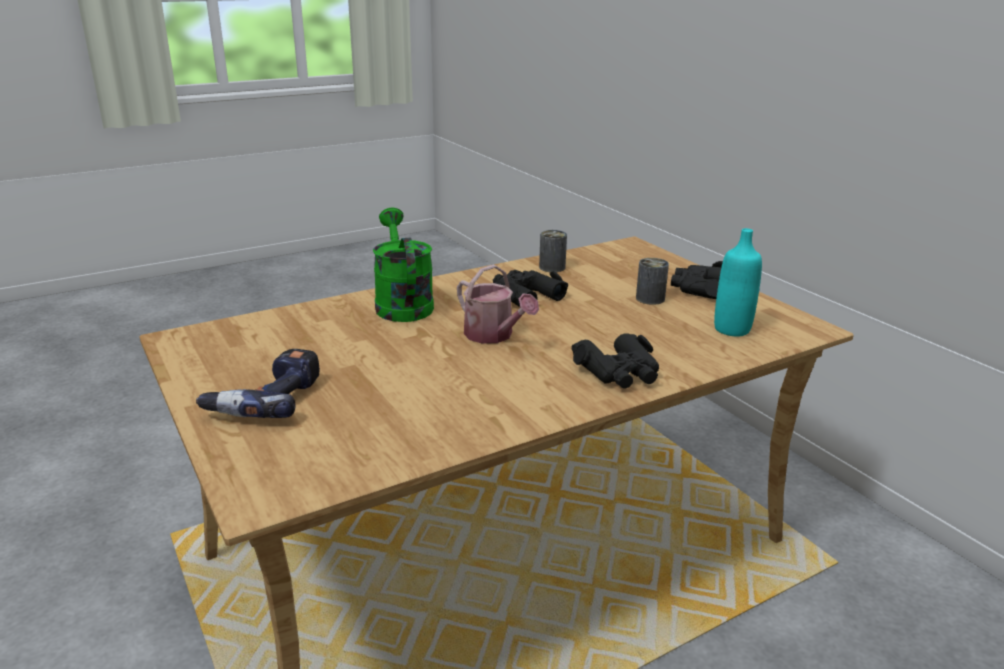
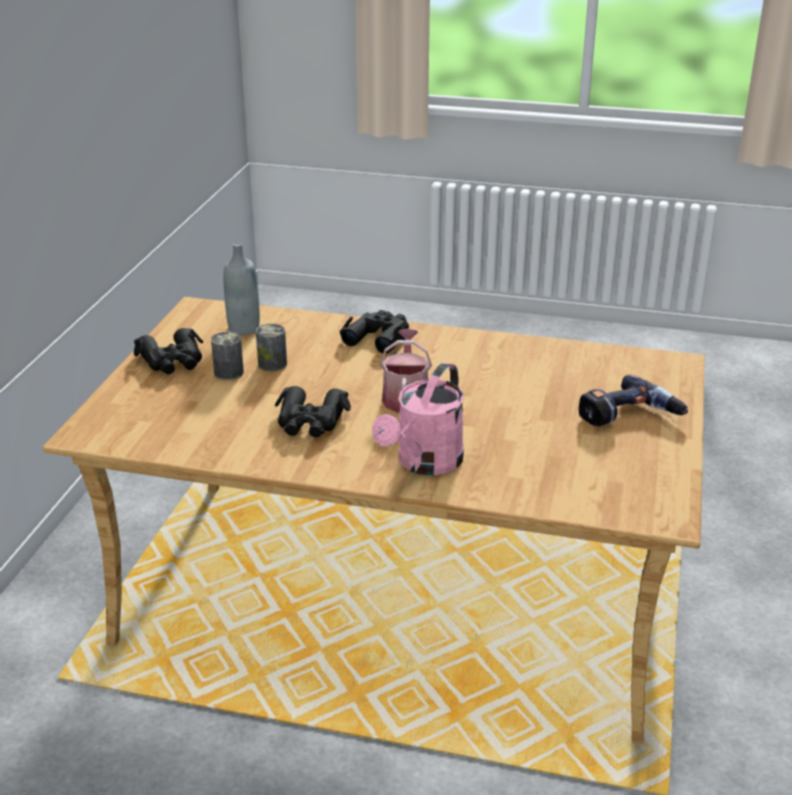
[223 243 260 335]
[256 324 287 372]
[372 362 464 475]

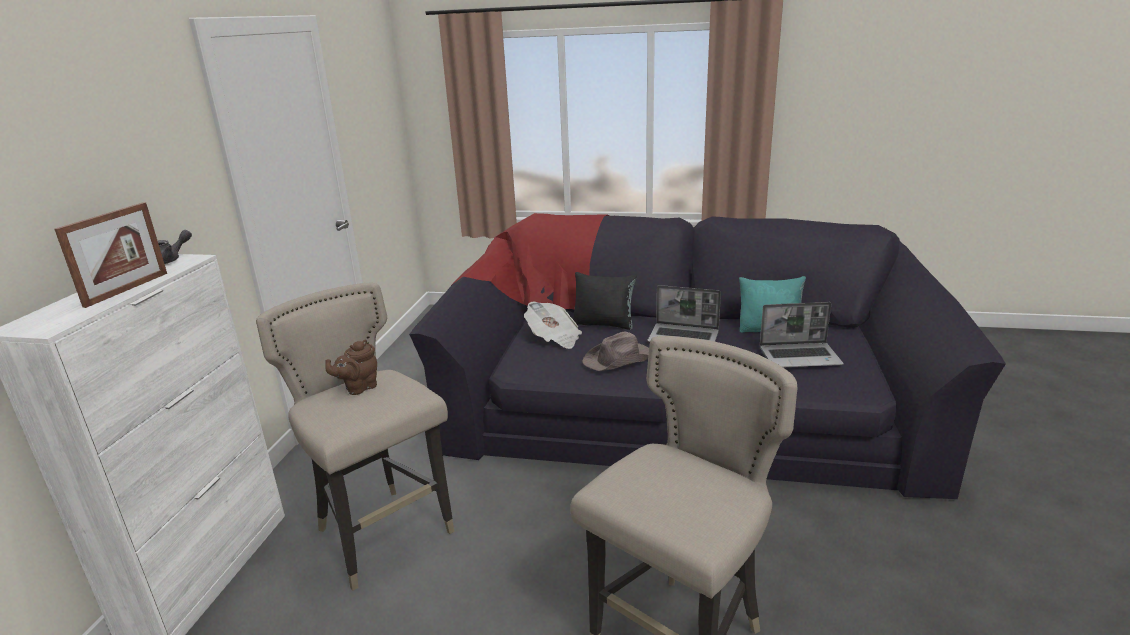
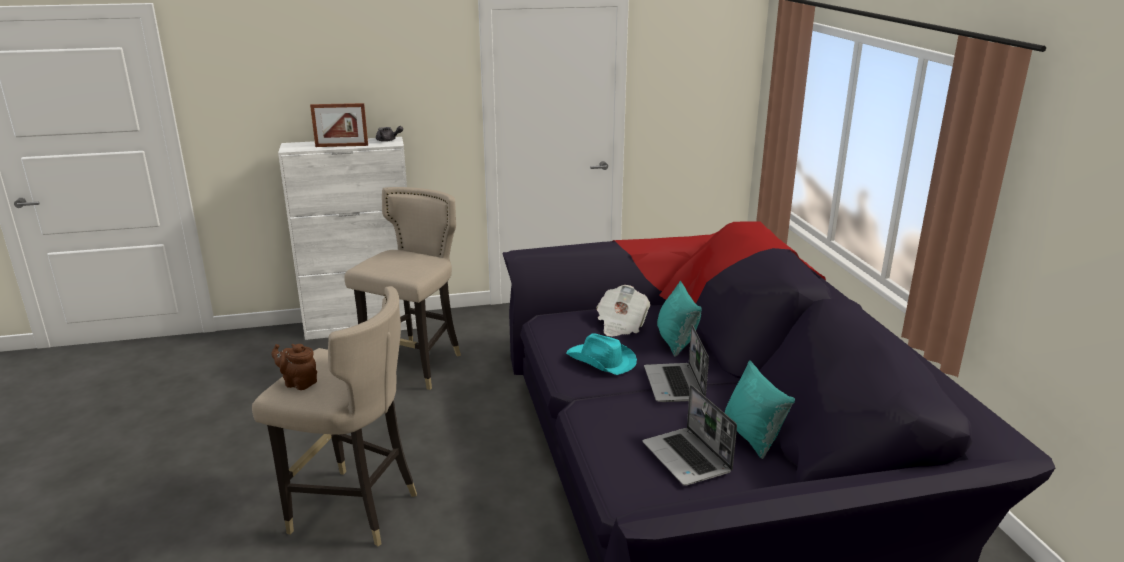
[271 344 317 390]
[566 333 637 375]
[657 281 702 357]

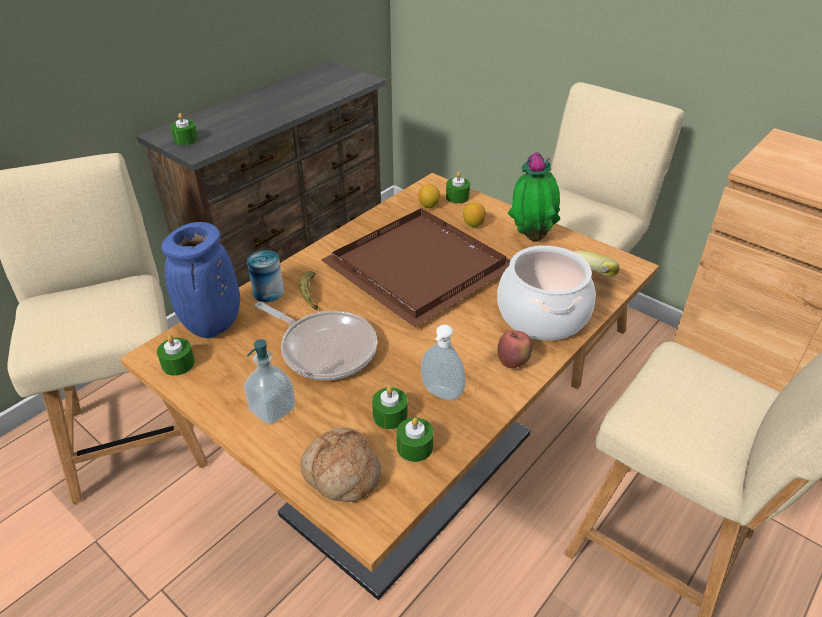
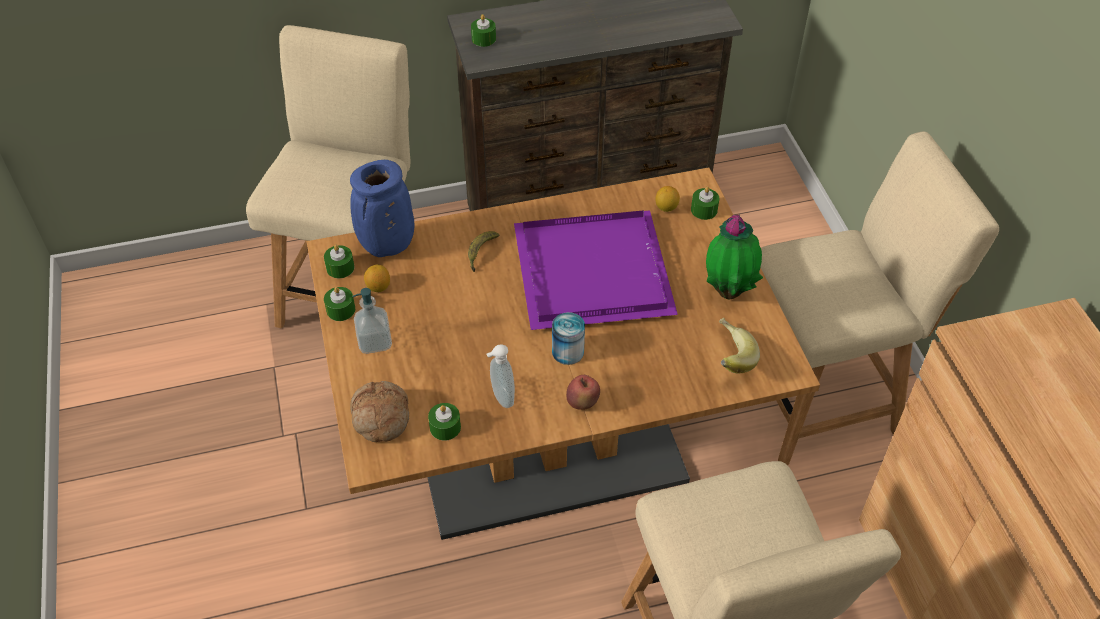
[324 287 355 321]
[364 265 390 292]
[514 210 678 330]
[552 312 585 365]
[255 301 377 380] (first image)
[497 245 596 341] (first image)

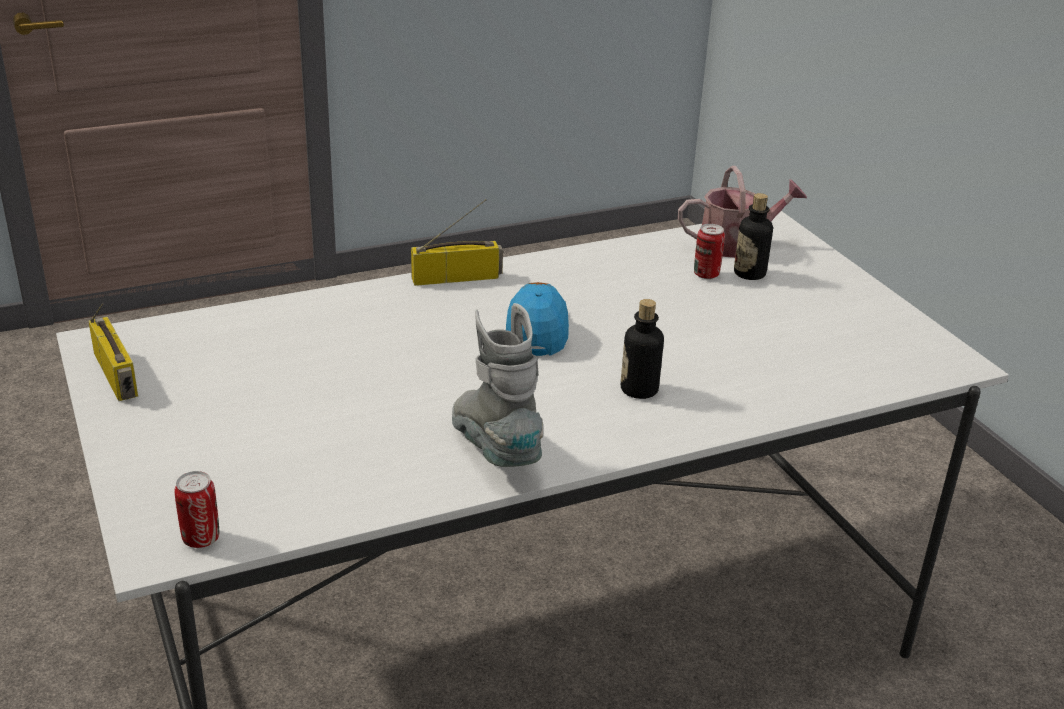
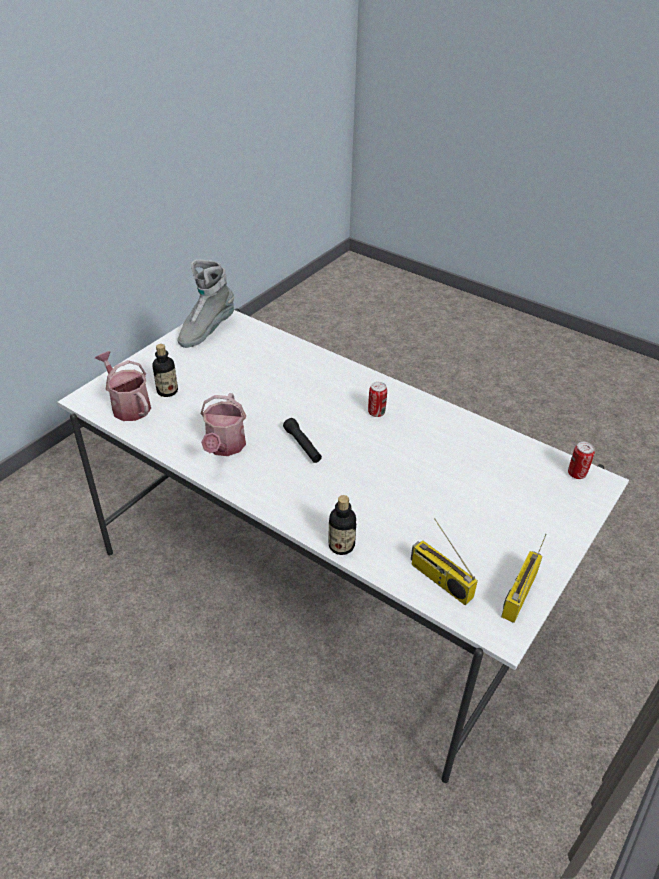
[178 259 235 348]
[200 393 246 456]
[283 418 322 463]
[328 495 356 555]
[368 382 387 417]
[411 518 478 605]

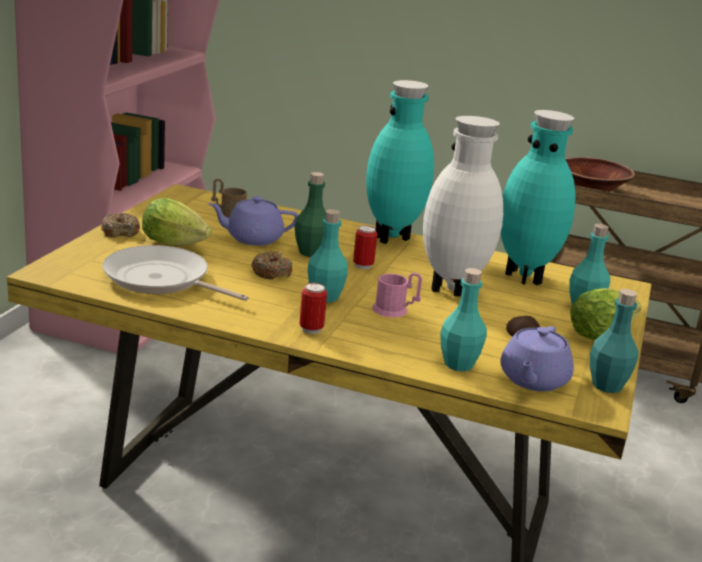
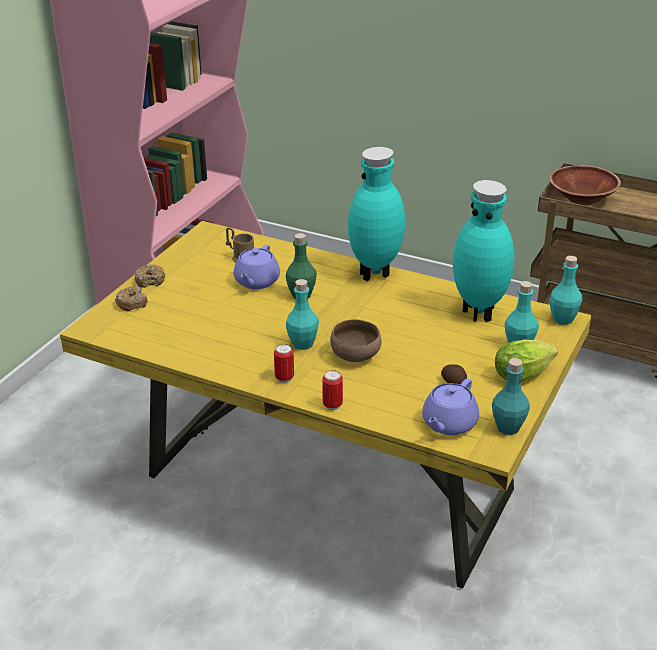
[115 286 148 311]
[234 244 280 289]
[322 370 343 410]
[330 319 381 362]
[550 256 582 325]
[102 245 249 301] (first image)
[142 198 211 246] (first image)
[423 116 503 296] (first image)

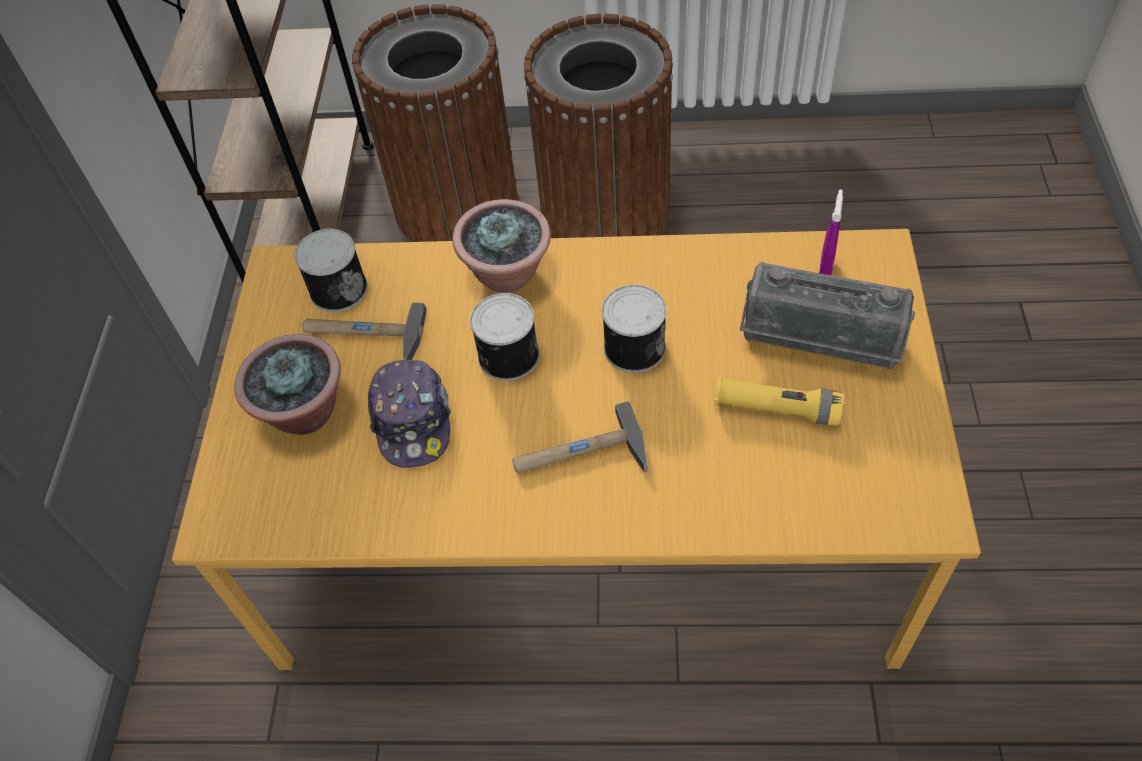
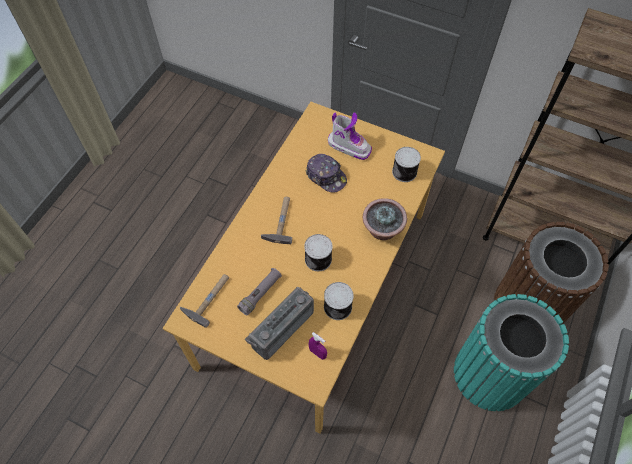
[180 274 229 328]
[237 268 282 316]
[305 154 347 192]
[324 282 354 320]
[328 113 372 160]
[454 294 569 411]

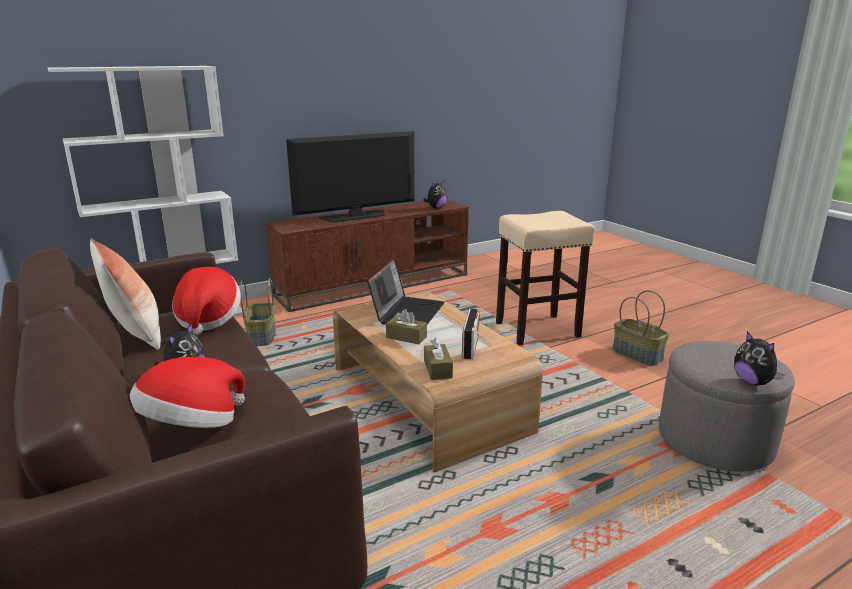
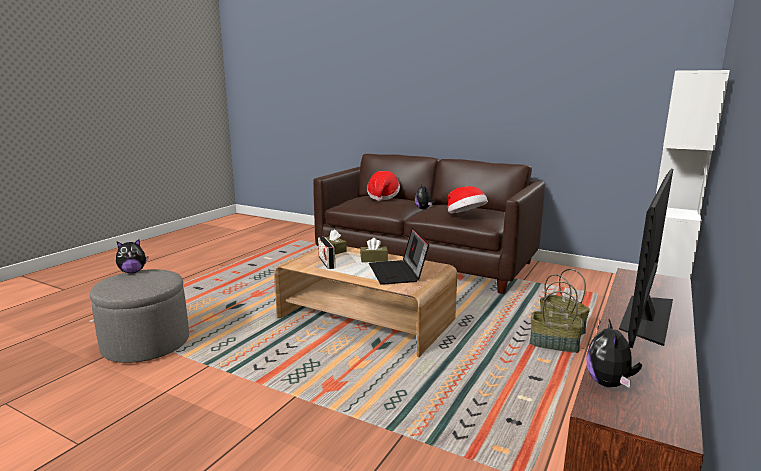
[116 239 148 273]
[530 281 584 353]
[90 238 161 350] (first image)
[496 211 595 346] (first image)

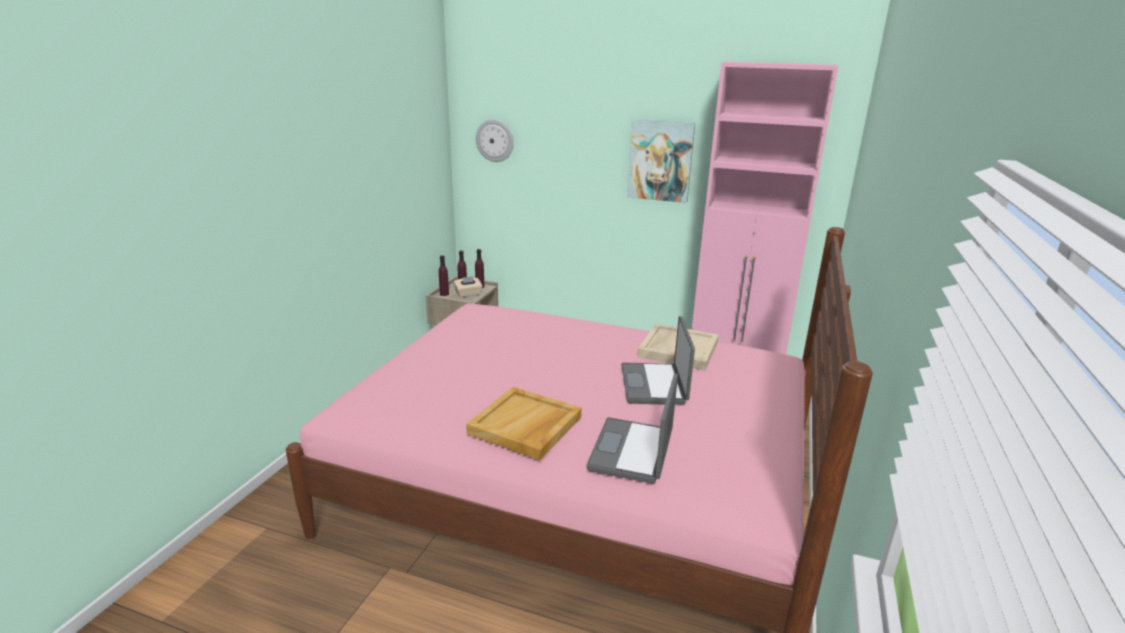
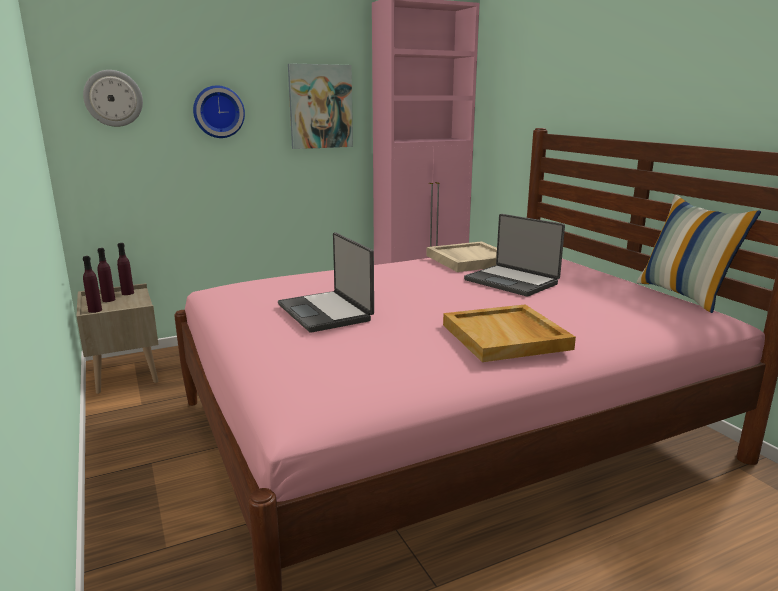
[193 85 245 138]
[278 232 374 333]
[636 195 761 313]
[453 276 482 298] (first image)

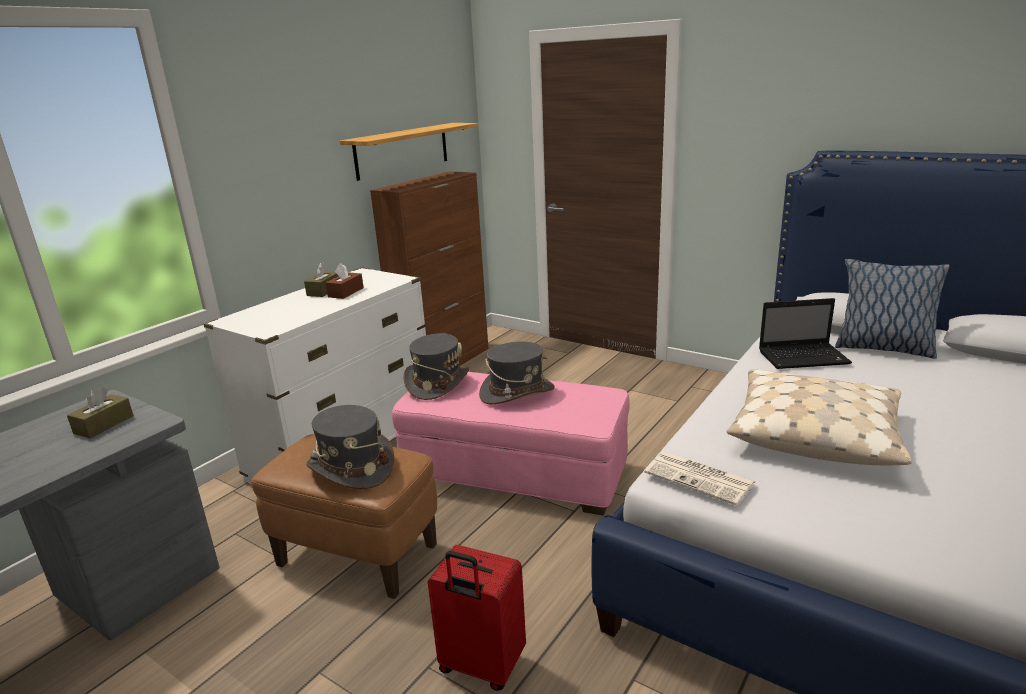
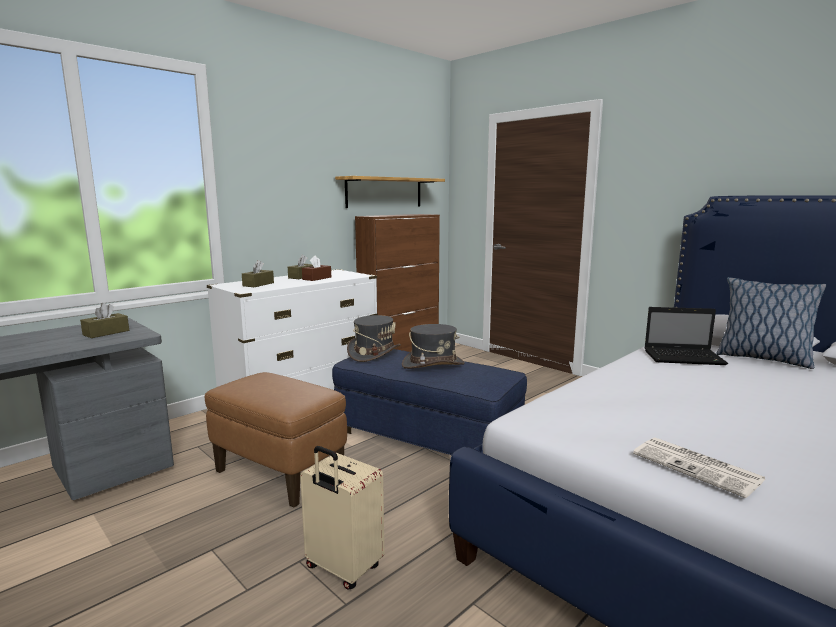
[242 260 274 287]
[300 446 384 589]
[332 349 527 455]
[633 437 766 498]
[306 405 395 489] (first image)
[727 369 912 466] (first image)

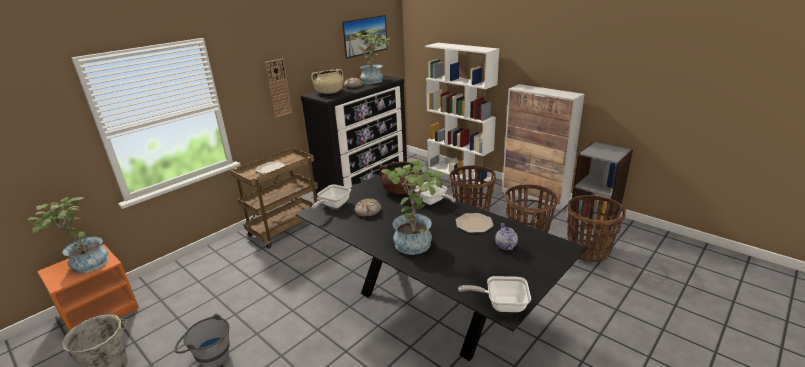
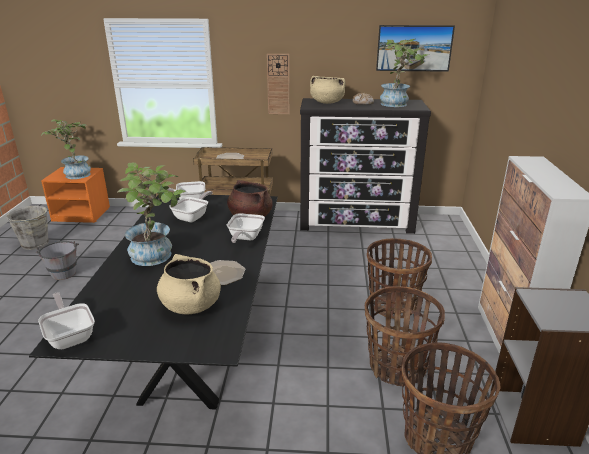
[157 254 221 314]
[169 191 213 222]
[425 43 499 184] (first image)

